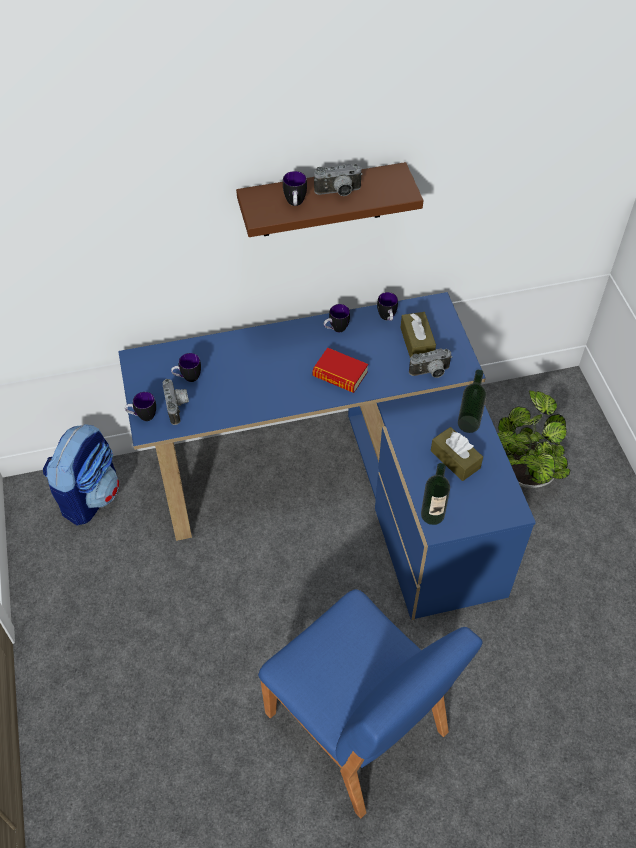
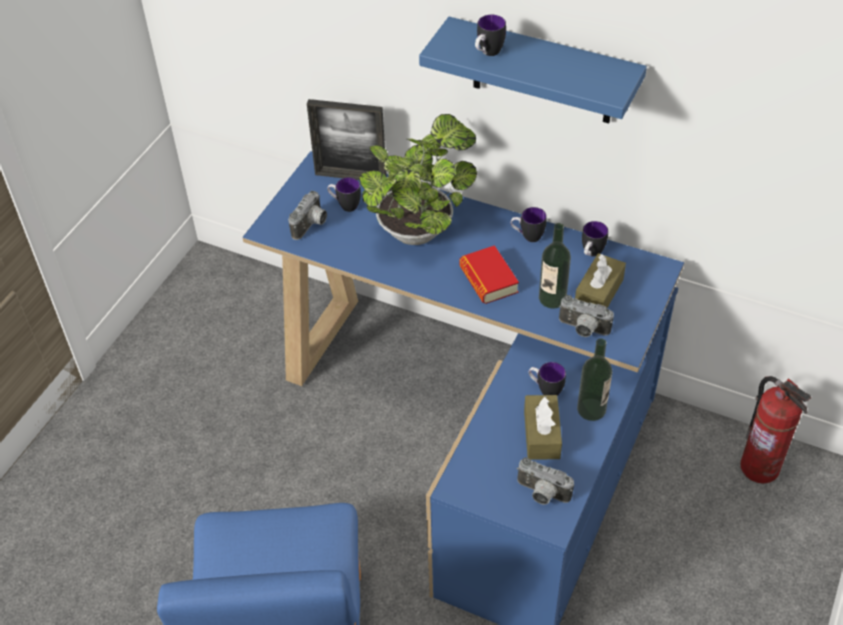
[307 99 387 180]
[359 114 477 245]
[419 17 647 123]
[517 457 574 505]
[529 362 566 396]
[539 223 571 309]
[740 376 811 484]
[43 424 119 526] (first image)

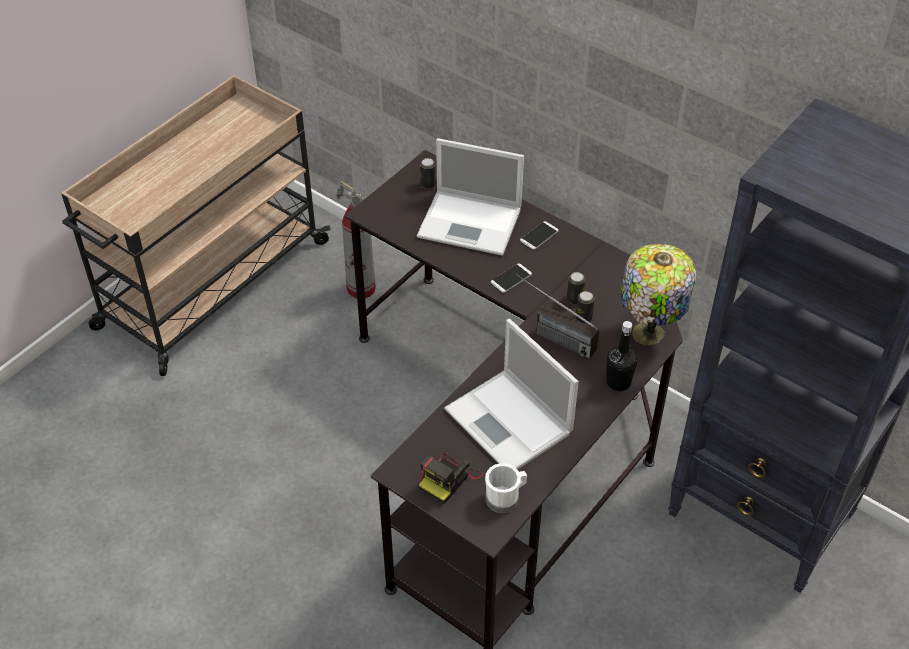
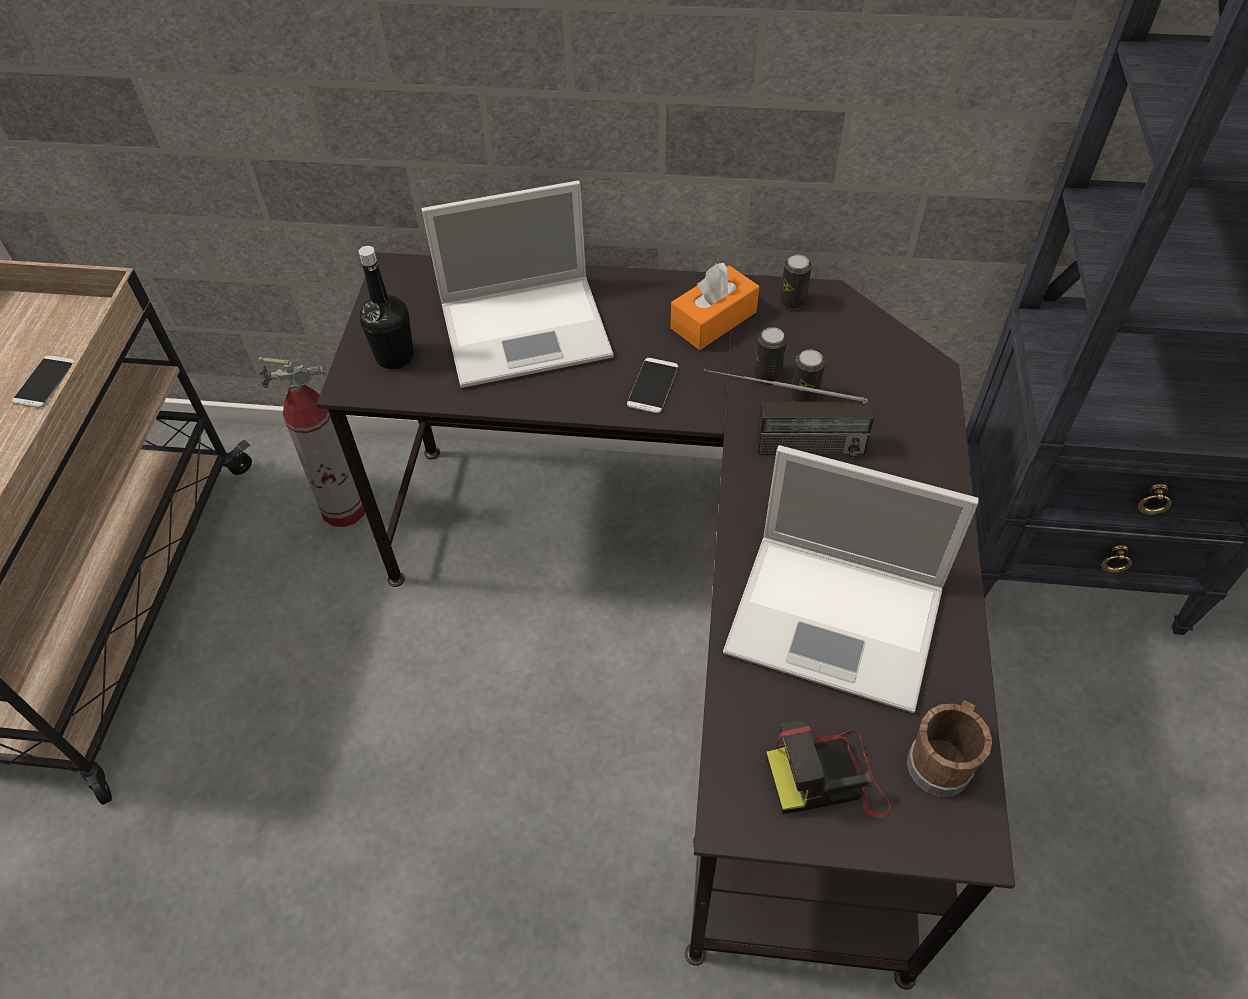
[12 355 74 408]
[359 246 414 369]
[671 263 759 350]
[767 721 892 818]
[780 255 812 309]
[907 700 992 797]
[620 244 696 345] (first image)

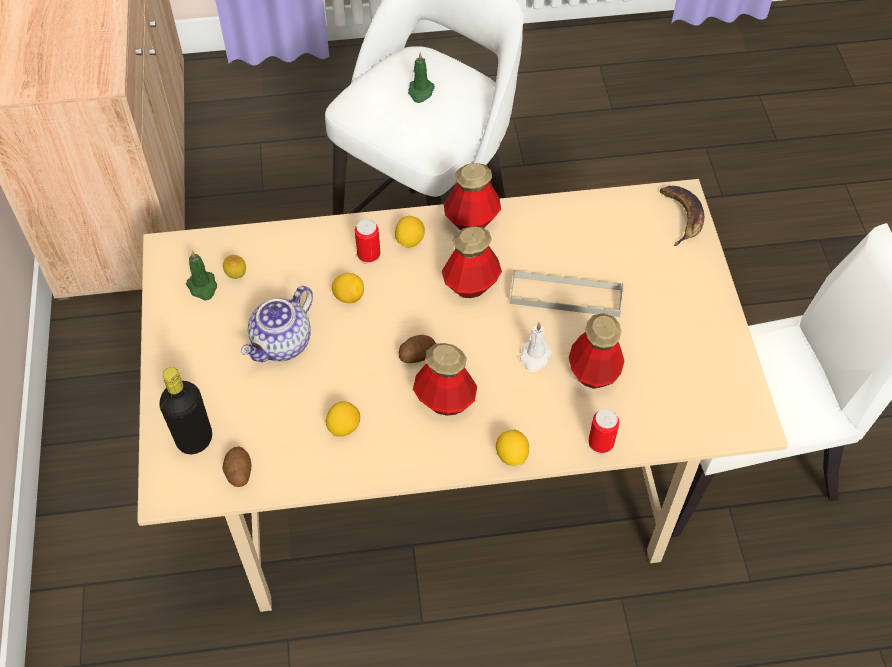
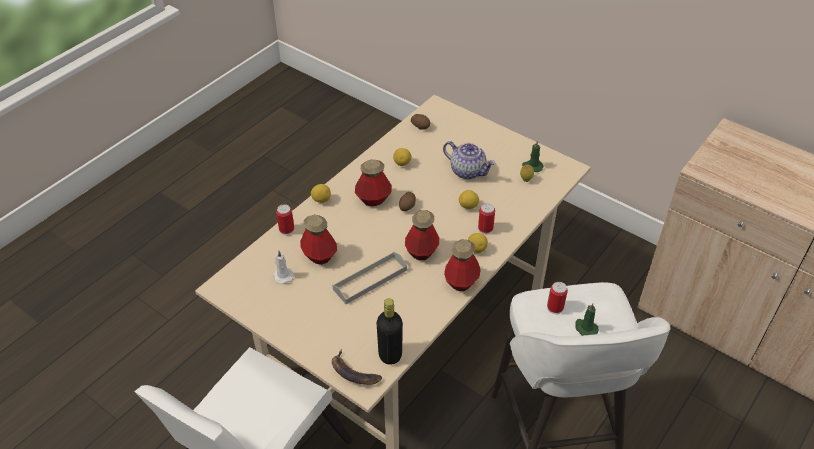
[273 251 294 284]
[377 298 403 365]
[443 141 496 179]
[547 282 568 314]

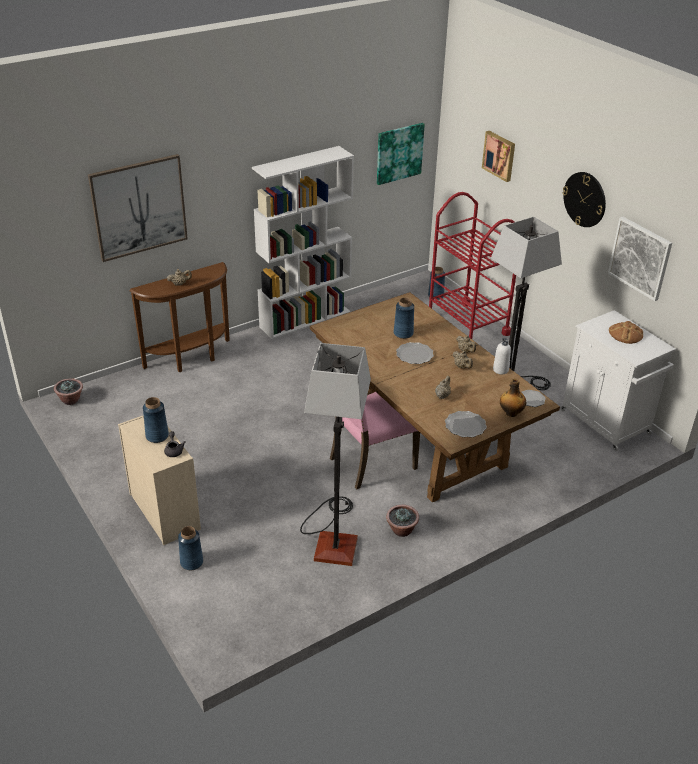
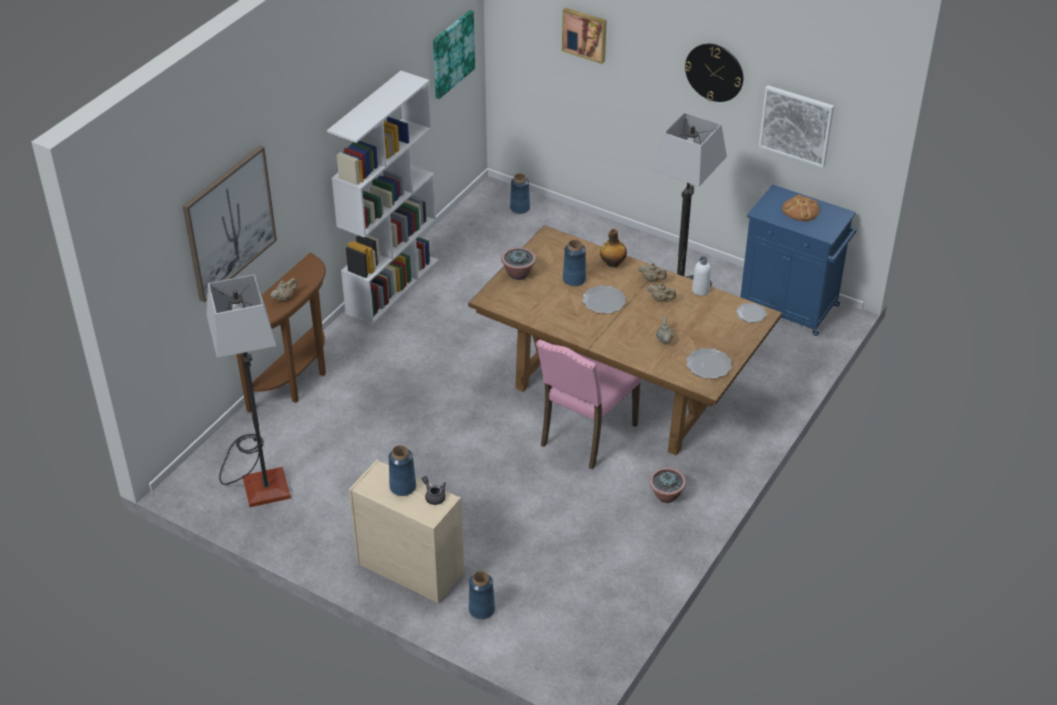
[206 274 291 507]
[501 247 536 280]
[600 229 627 268]
[740 184 857 336]
[429 192 516 339] (first image)

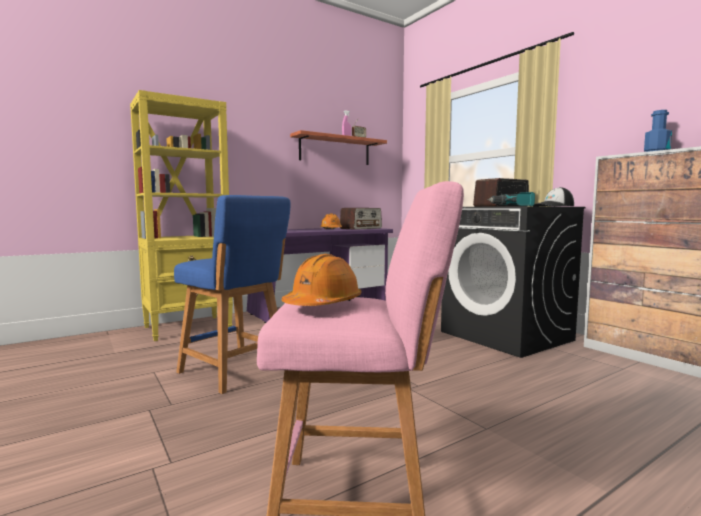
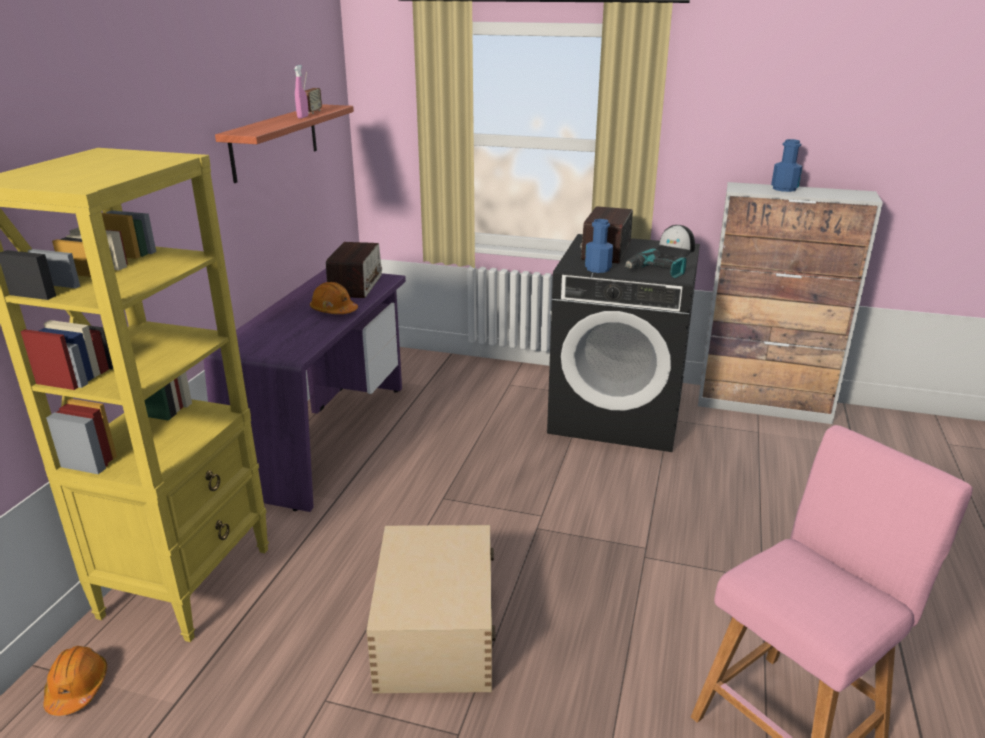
[43 646 107 716]
[366 525 496 693]
[585 219 613 273]

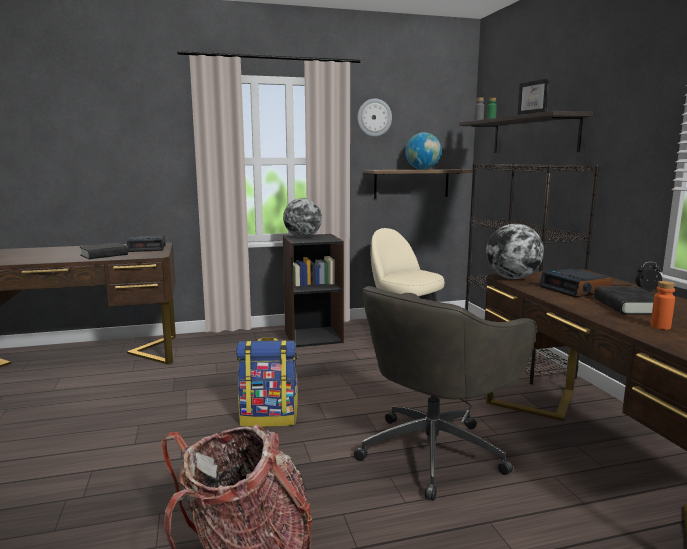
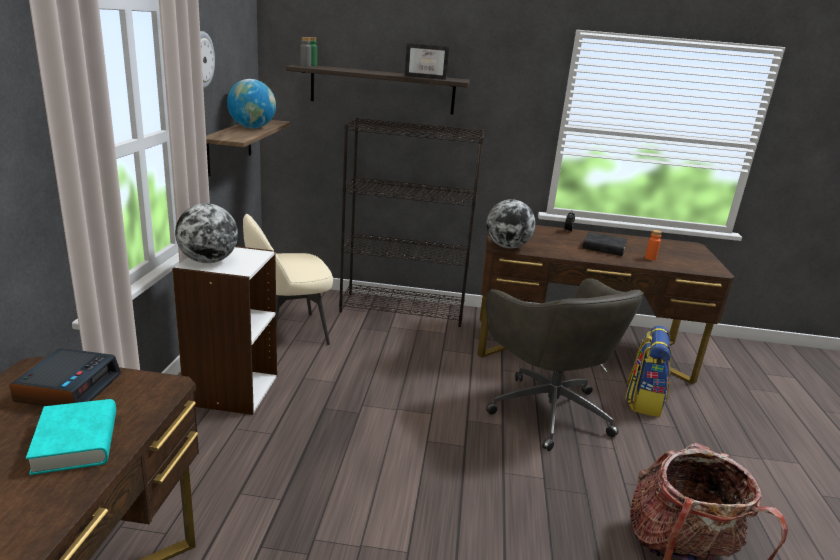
[26 399 116 475]
[172 246 277 415]
[625 326 671 417]
[539 268 612 297] (first image)

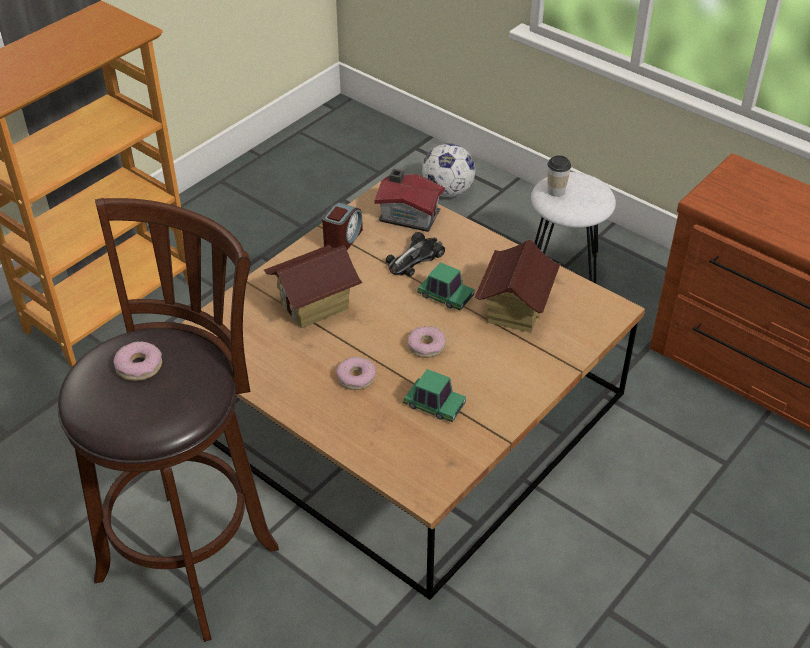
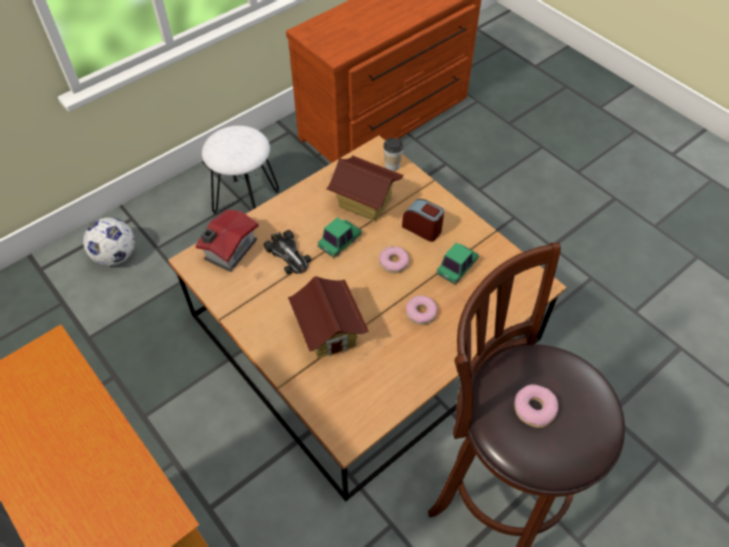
[383 138 403 171]
[402 199 444 242]

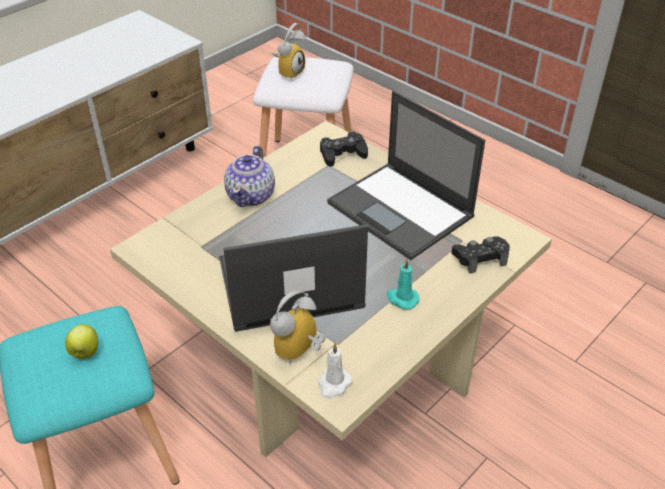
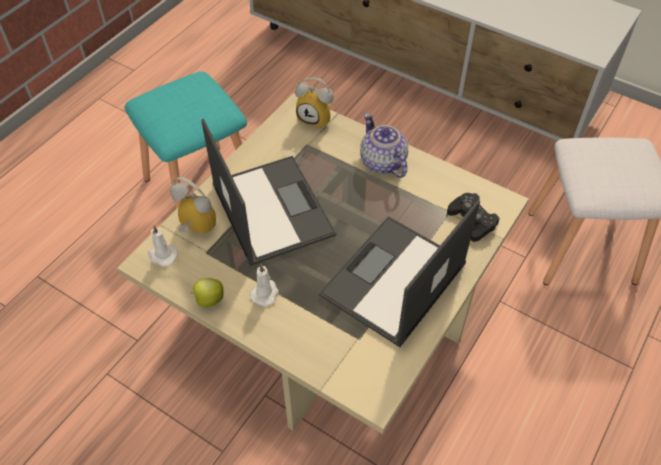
[191 278 223 307]
[250 264 279 306]
[295 77 334 129]
[360 113 408 178]
[452 236 510 274] (first image)

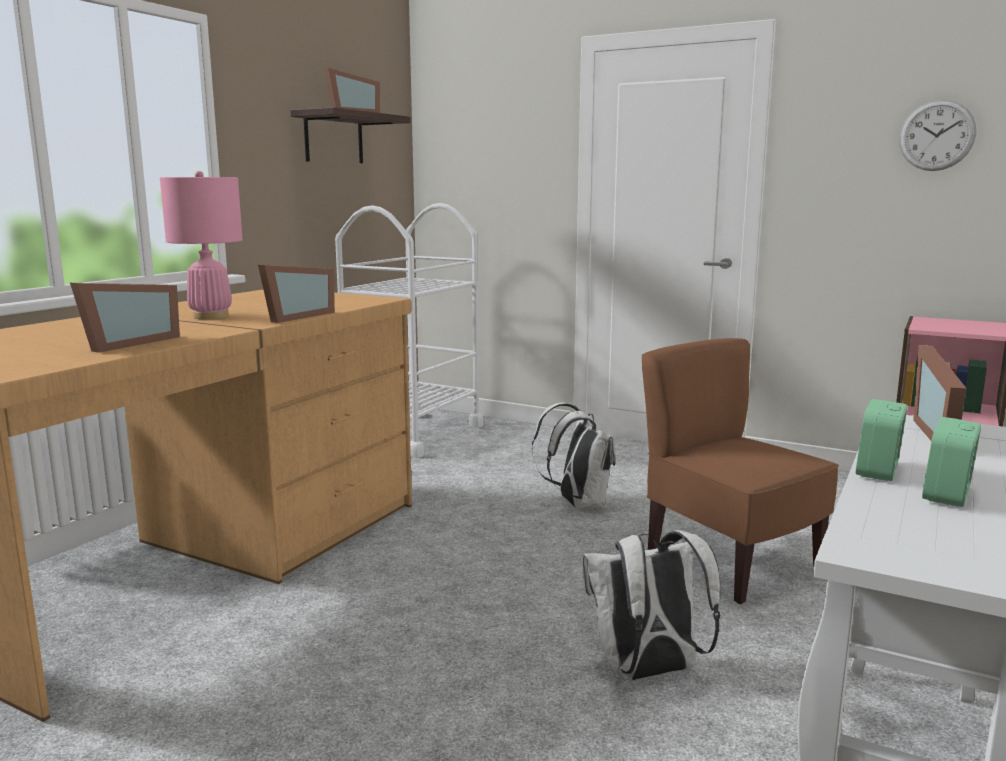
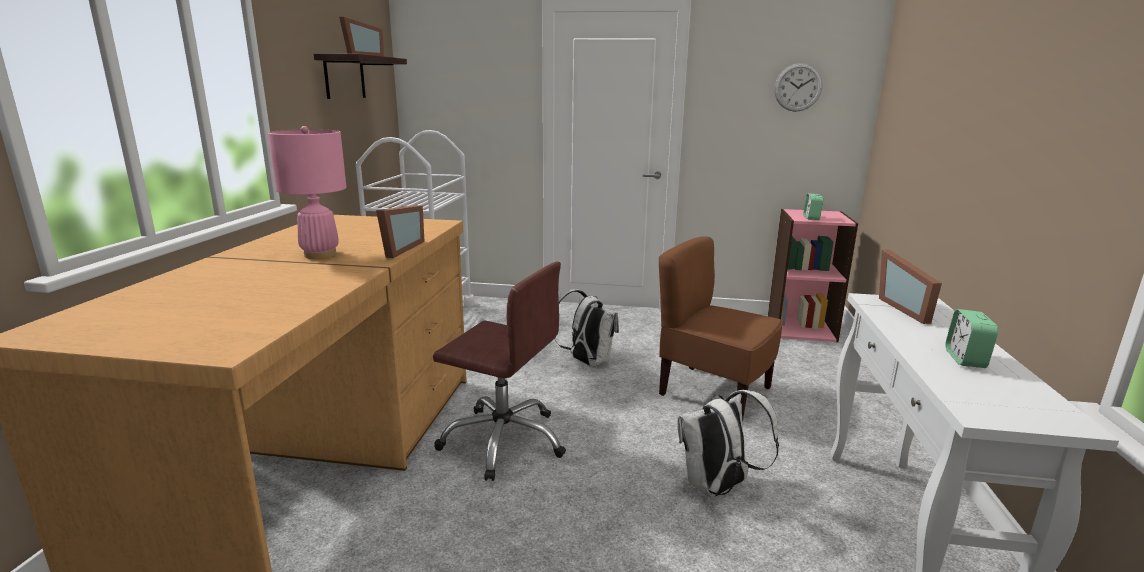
[433 262 566 481]
[803 193 824 220]
[70 283 180 353] (first image)

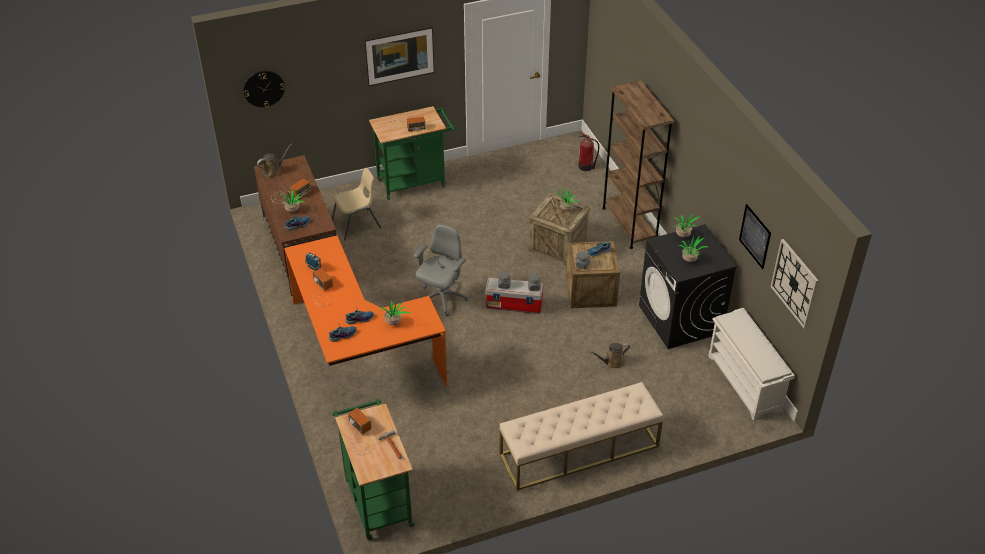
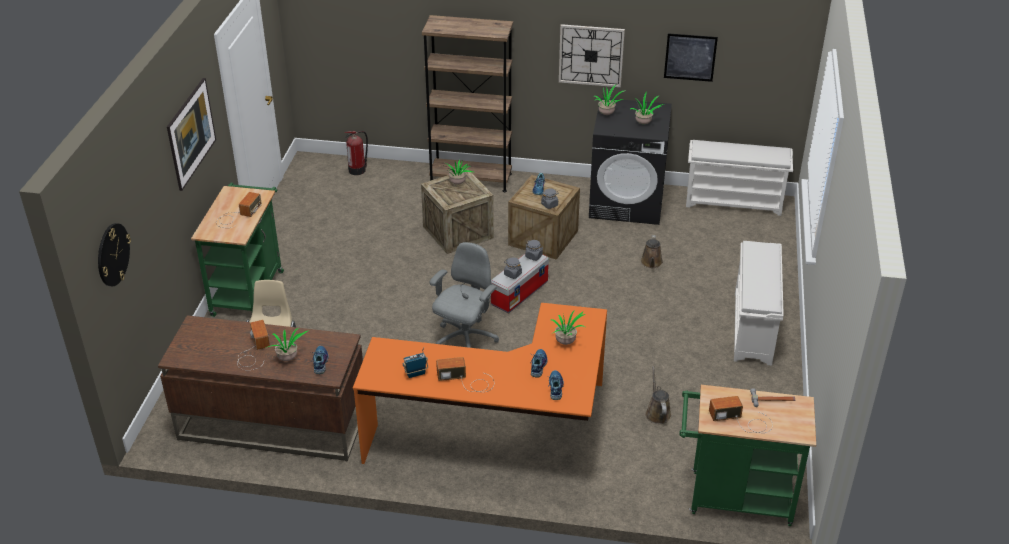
[430 242 499 348]
[559 24 625 87]
[645 366 671 424]
[734 241 784 366]

